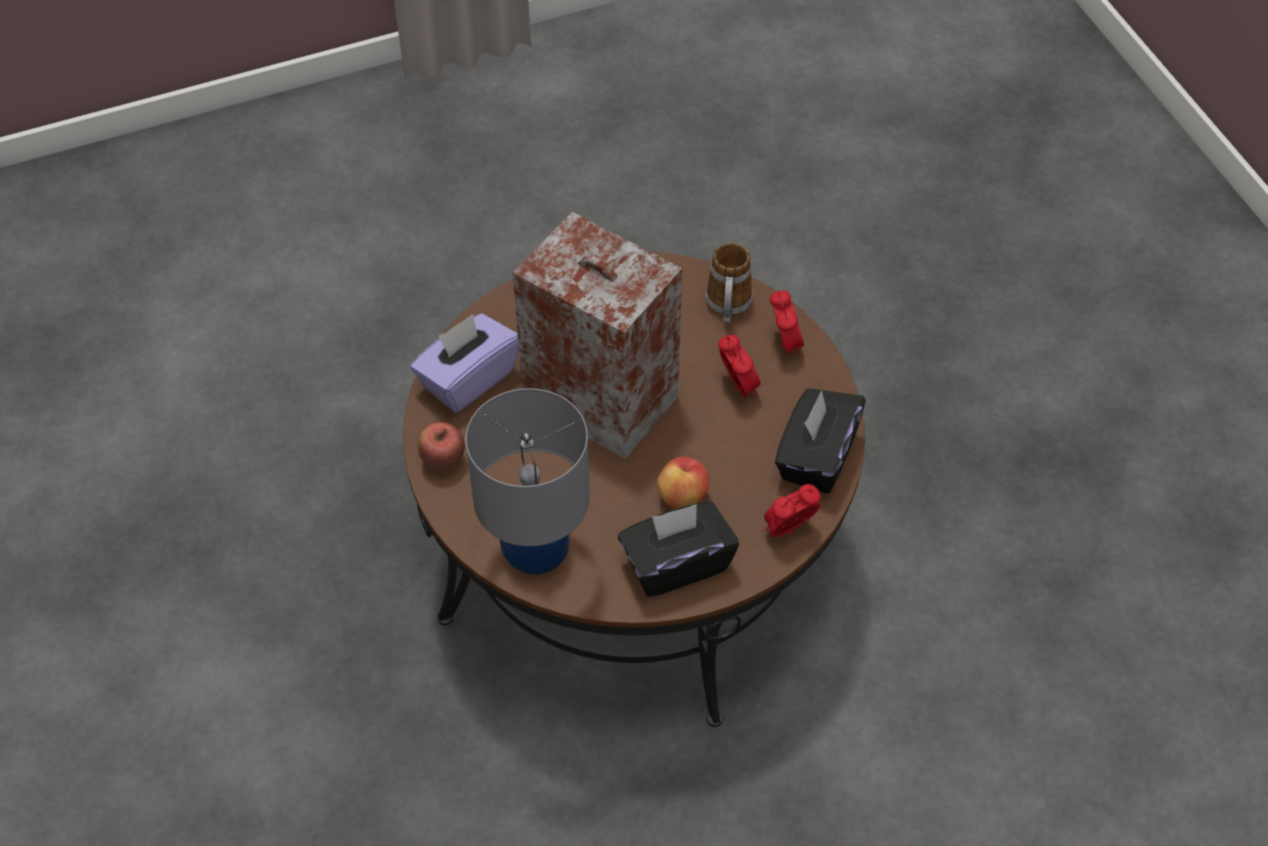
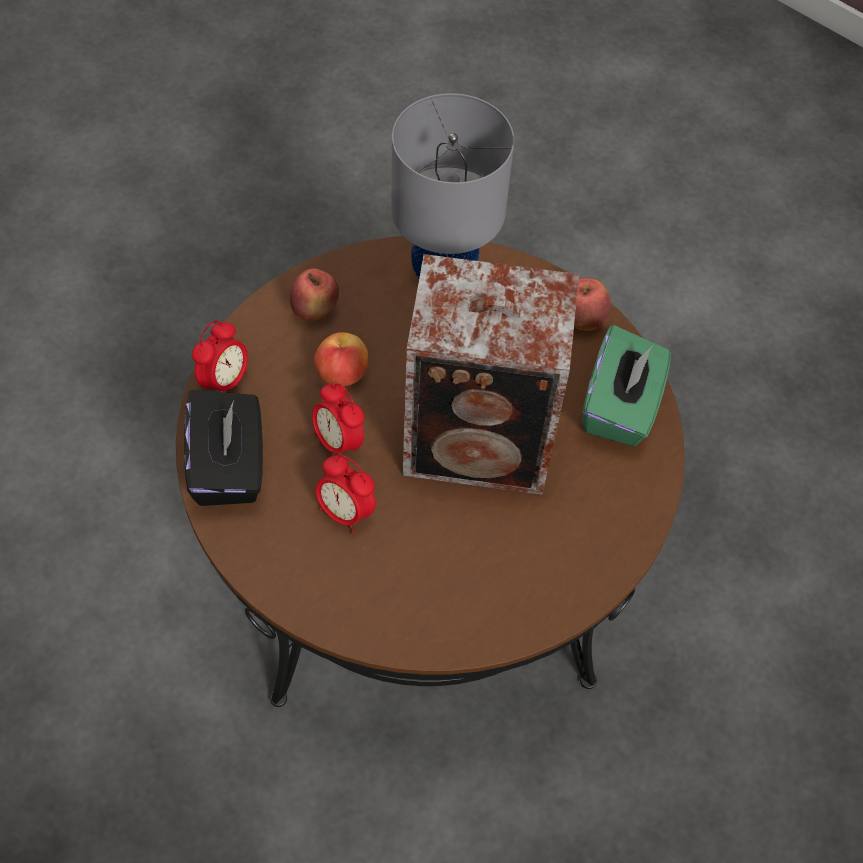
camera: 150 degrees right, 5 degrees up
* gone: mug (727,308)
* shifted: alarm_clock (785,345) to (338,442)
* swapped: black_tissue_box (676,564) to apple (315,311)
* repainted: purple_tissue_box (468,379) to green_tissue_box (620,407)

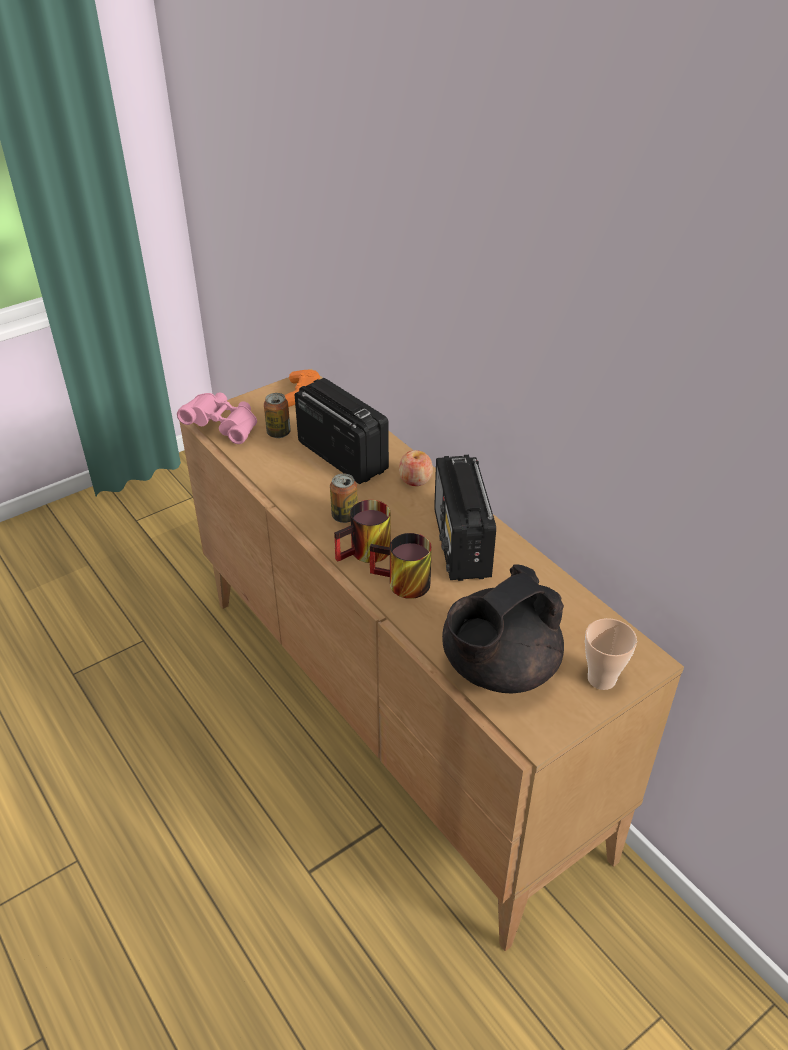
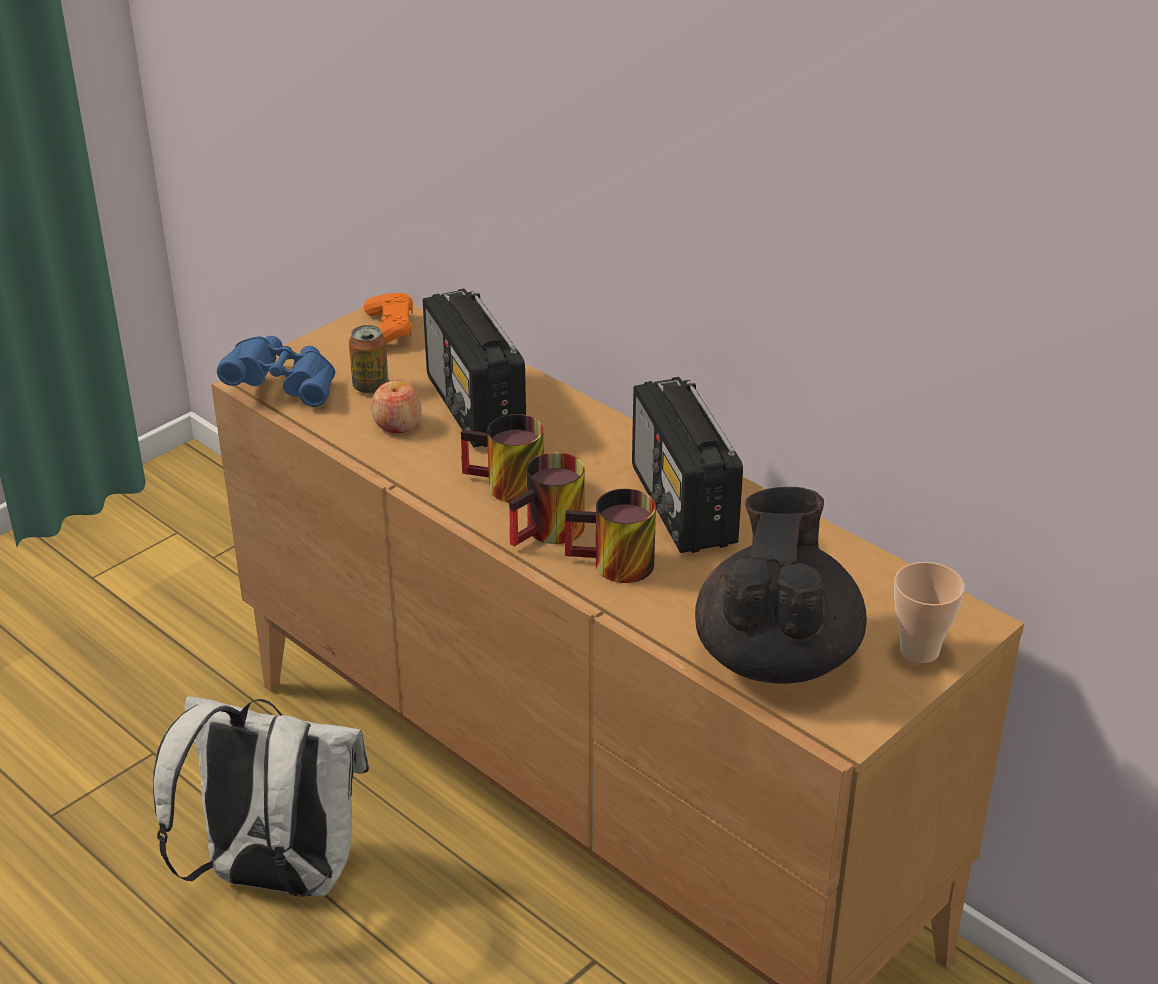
camera: 10 degrees left, 5 degrees down
* new: white_backpack (275,877)
* shifted: apple (415,479) to (397,424)
* swapped: can (344,516) to mug (504,487)
* repainted: pink_binoculars (223,427) to blue_binoculars (283,387)
* rotated: radio (342,455) = (475,408) 150 degrees counterclockwise
* rotated: black_teapot (497,668) = (776,654) 150 degrees clockwise

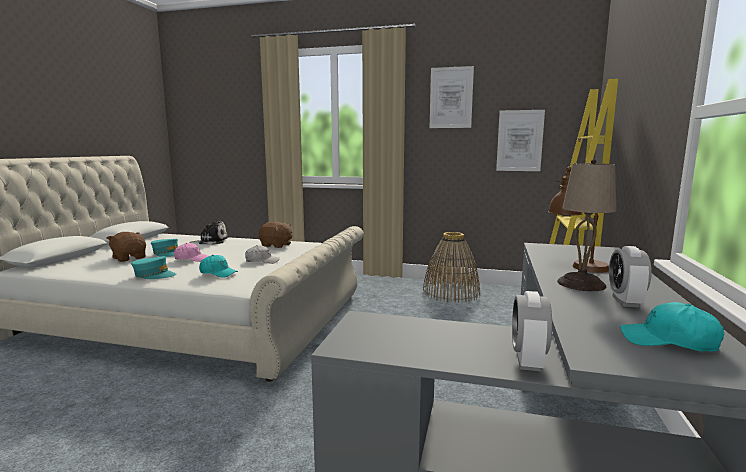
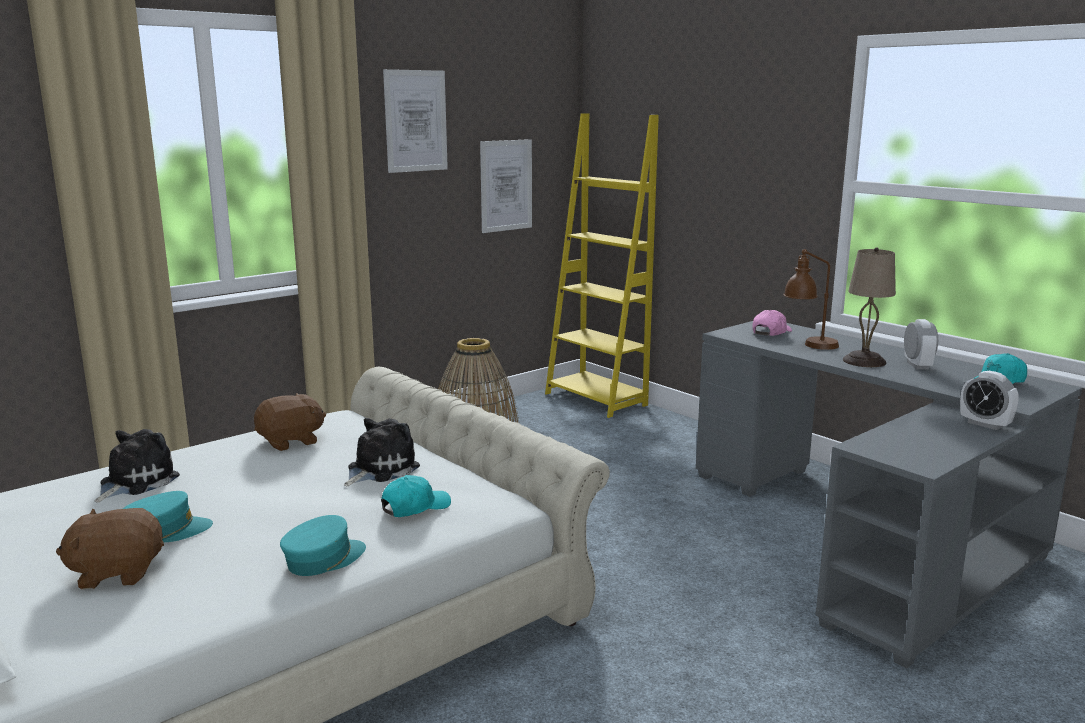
camera: 55 degrees left, 5 degrees up
* shifted: pink_cap (191,259) to (771,332)
* swapped: white_cap (262,261) to plush_toy (379,469)
* rotated: alarm_clock (625,301) = (917,365) 135 degrees counterclockwise

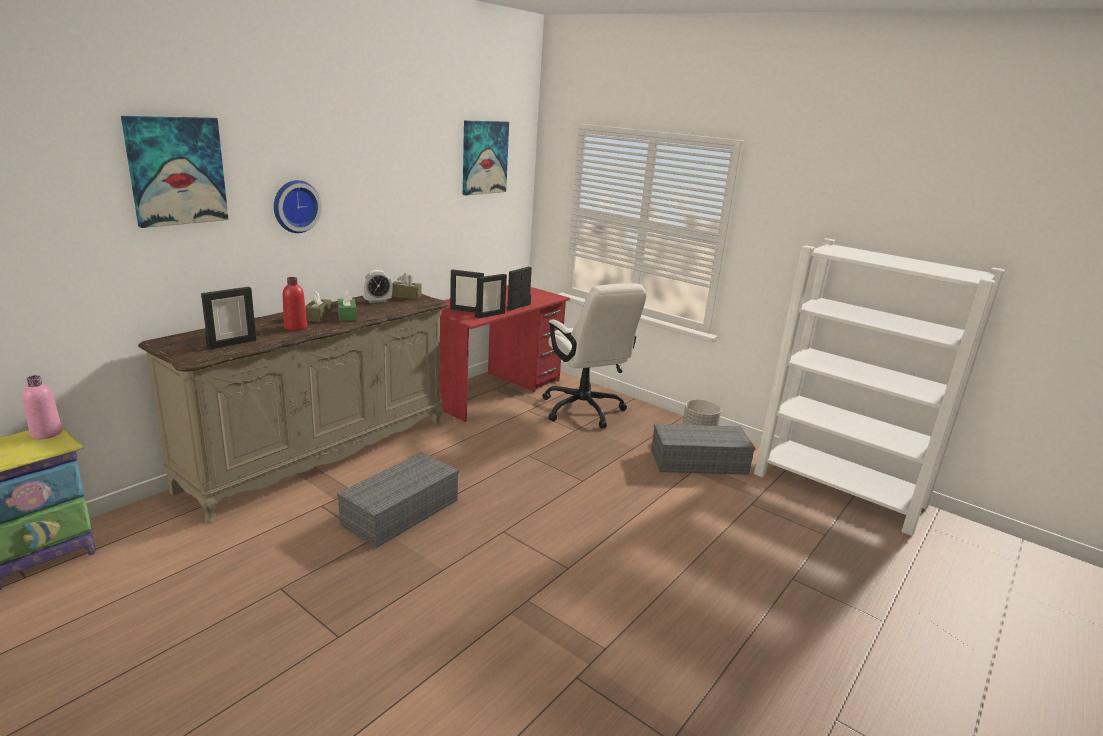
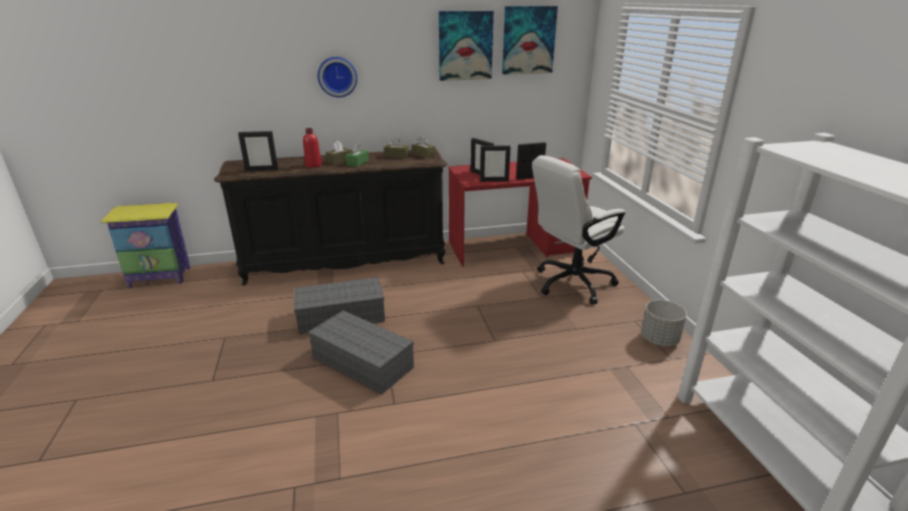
camera: 40 degrees right, 5 degrees up
* gone: pink_bottle (46,433)
* shifted: picture (176,171) to (465,46)
* shifted: grey_storage_box (699,461) to (364,362)
* swapped: alarm_clock (377,301) to brown_tissue_box (396,156)
* repainted: beige_cabinet (323,455) to black_cabinet (346,263)
* rotated: white_office_chair (584,411) = (570,284) 45 degrees clockwise

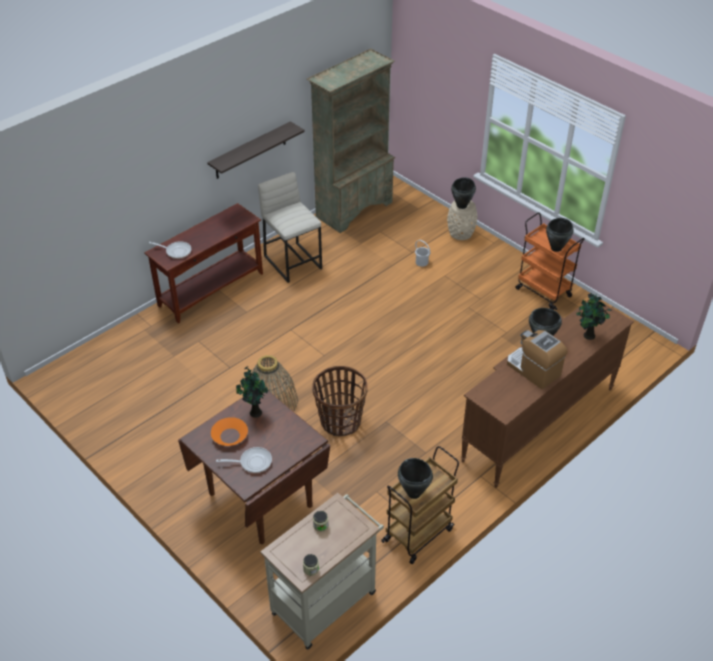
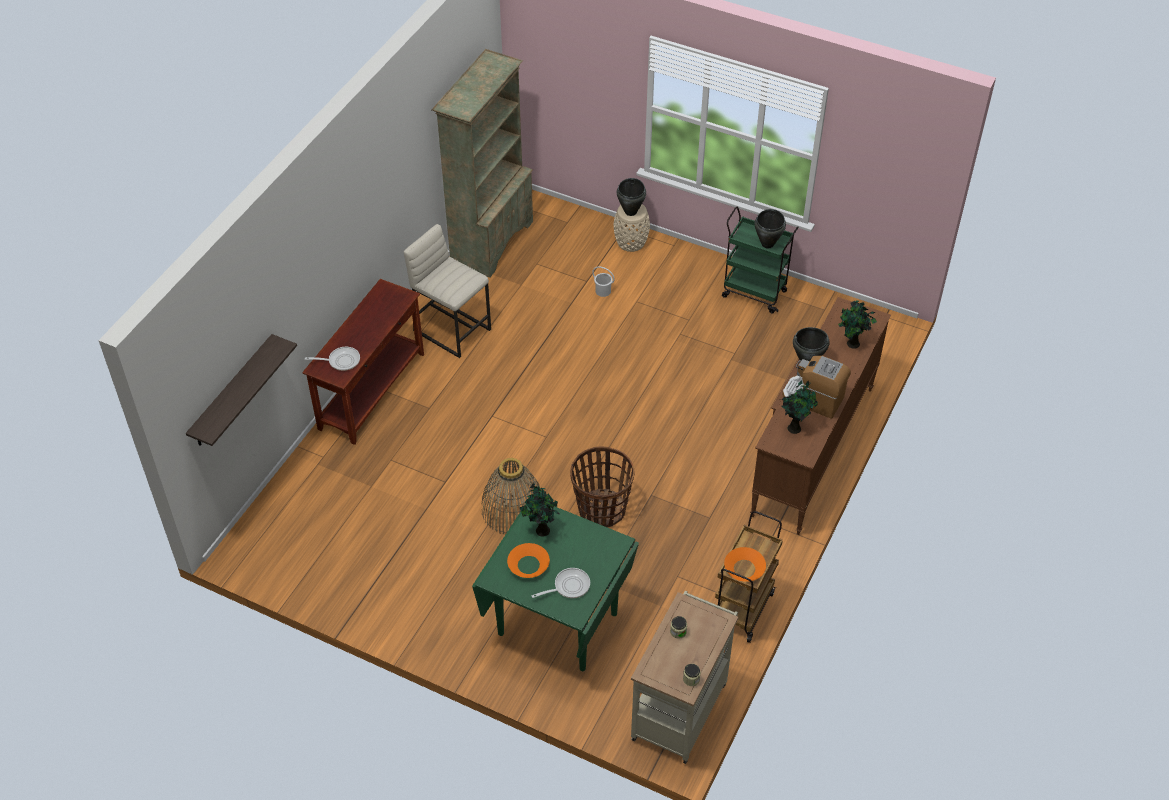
camera: 20 degrees left, 5 degrees up
* new: potted_plant (794,427)
* shifted: shelf (250,151) to (232,392)
* swapped: black_cooking_pot (414,493) to orange_bowl (744,568)
* repainted: brown_dining_table (259,500) to green_dining_table (557,624)
* repainted: orange_cart (543,292) to green_cart (754,294)

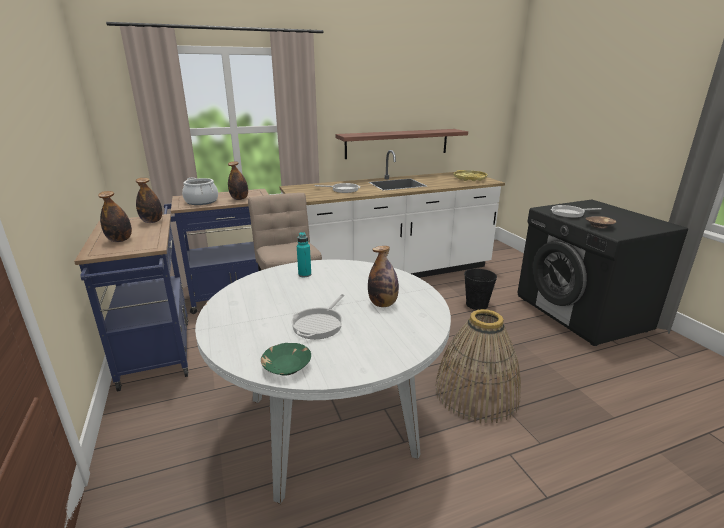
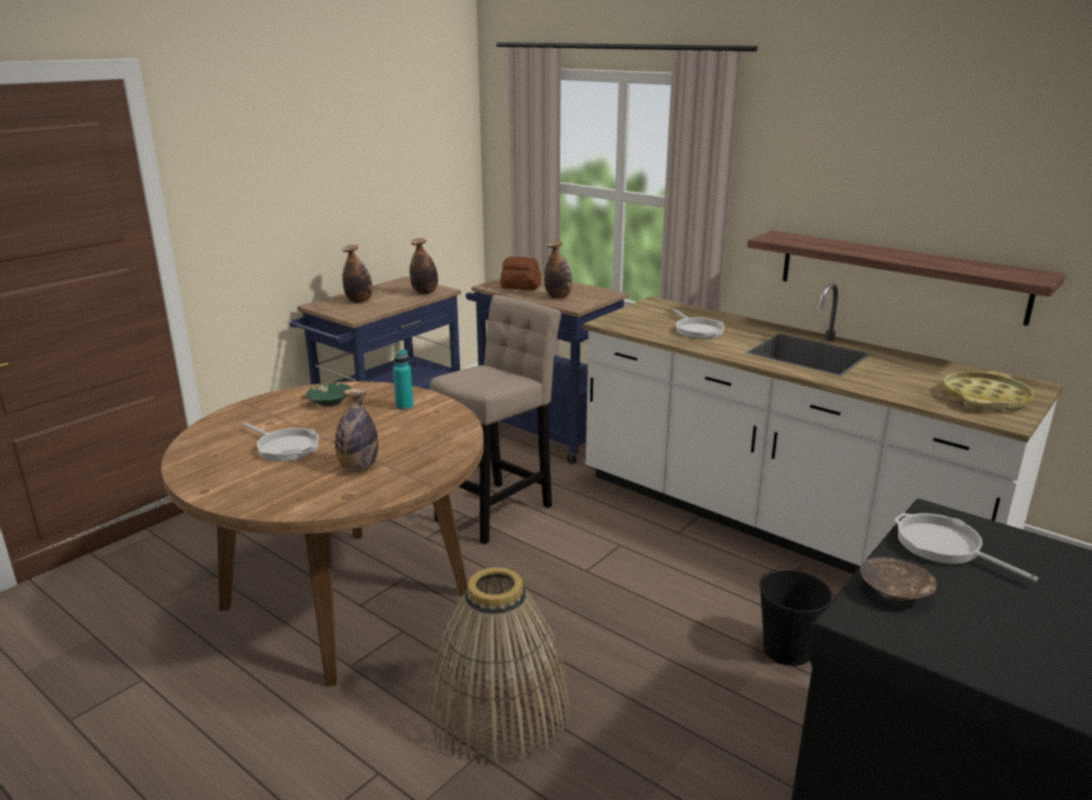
camera: 60 degrees right, 0 degrees up
* shifted: green_bowl (286,366) to (330,401)
* swapped: cooking_pot (201,201) to bread (521,287)
* repainted: white_dining_table (330,425) to brown_dining_table (346,600)
* rotated: frying_pan (319,324) = (285,447) 135 degrees counterclockwise

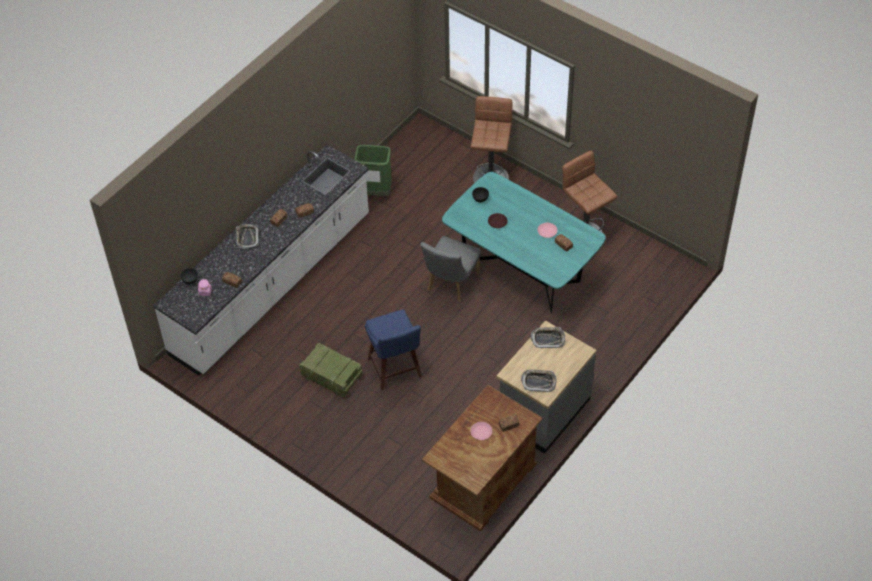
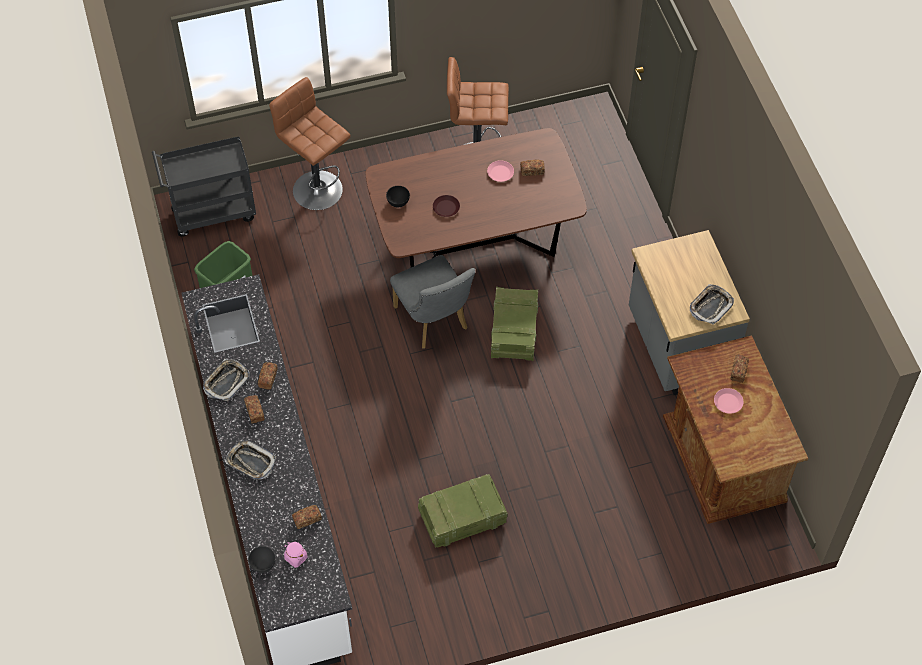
camera: 55 degrees left, 5 degrees up
* gone: blue_stool (395,370)
* new: grey_cart (211,216)
* new: crate (514,331)
* shifted: tray (548,339) to (226,382)
* repainted: turquoise_dining_table (522,271) to brown_dining_table (475,246)

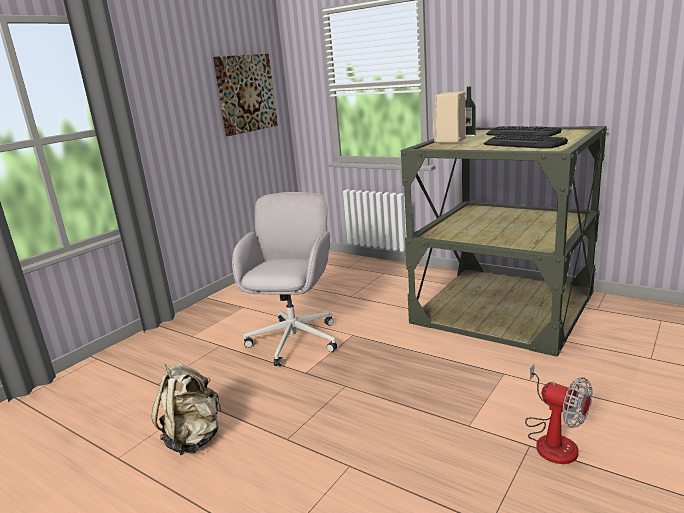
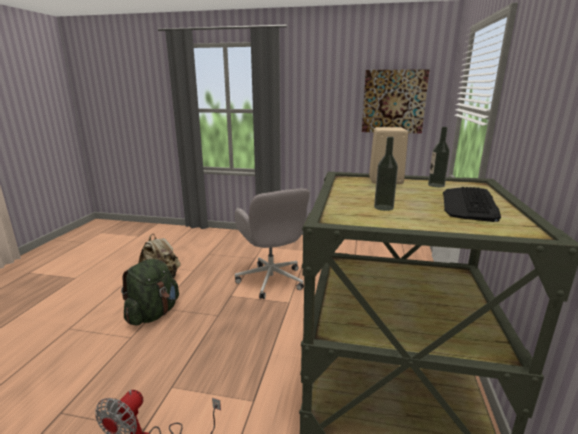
camera: 65 degrees right, 0 degrees up
* new: green_backpack (153,314)
* swapped: keyboard (524,144) to bottle (383,207)
* rotated: grey_office_chair (295,340) = (271,281) 75 degrees clockwise

